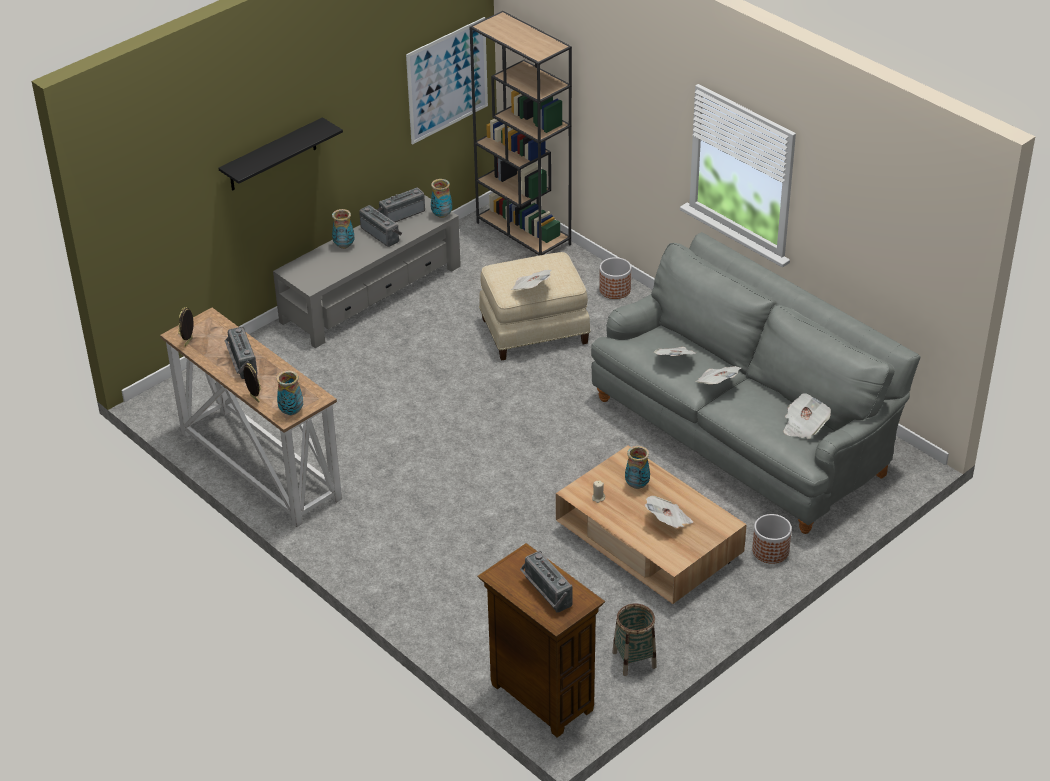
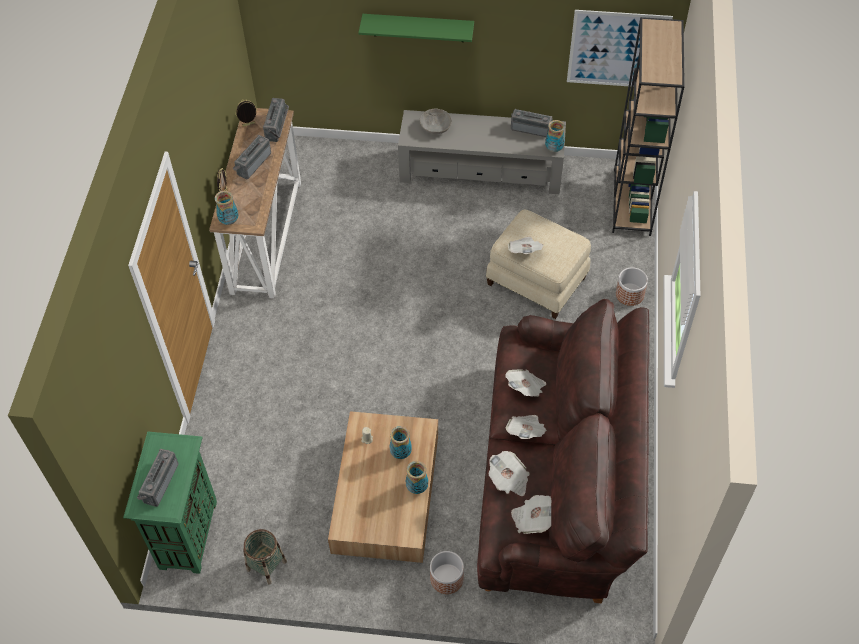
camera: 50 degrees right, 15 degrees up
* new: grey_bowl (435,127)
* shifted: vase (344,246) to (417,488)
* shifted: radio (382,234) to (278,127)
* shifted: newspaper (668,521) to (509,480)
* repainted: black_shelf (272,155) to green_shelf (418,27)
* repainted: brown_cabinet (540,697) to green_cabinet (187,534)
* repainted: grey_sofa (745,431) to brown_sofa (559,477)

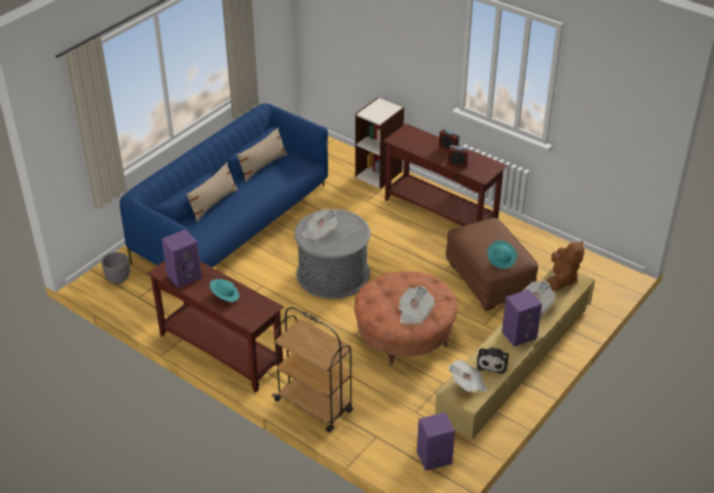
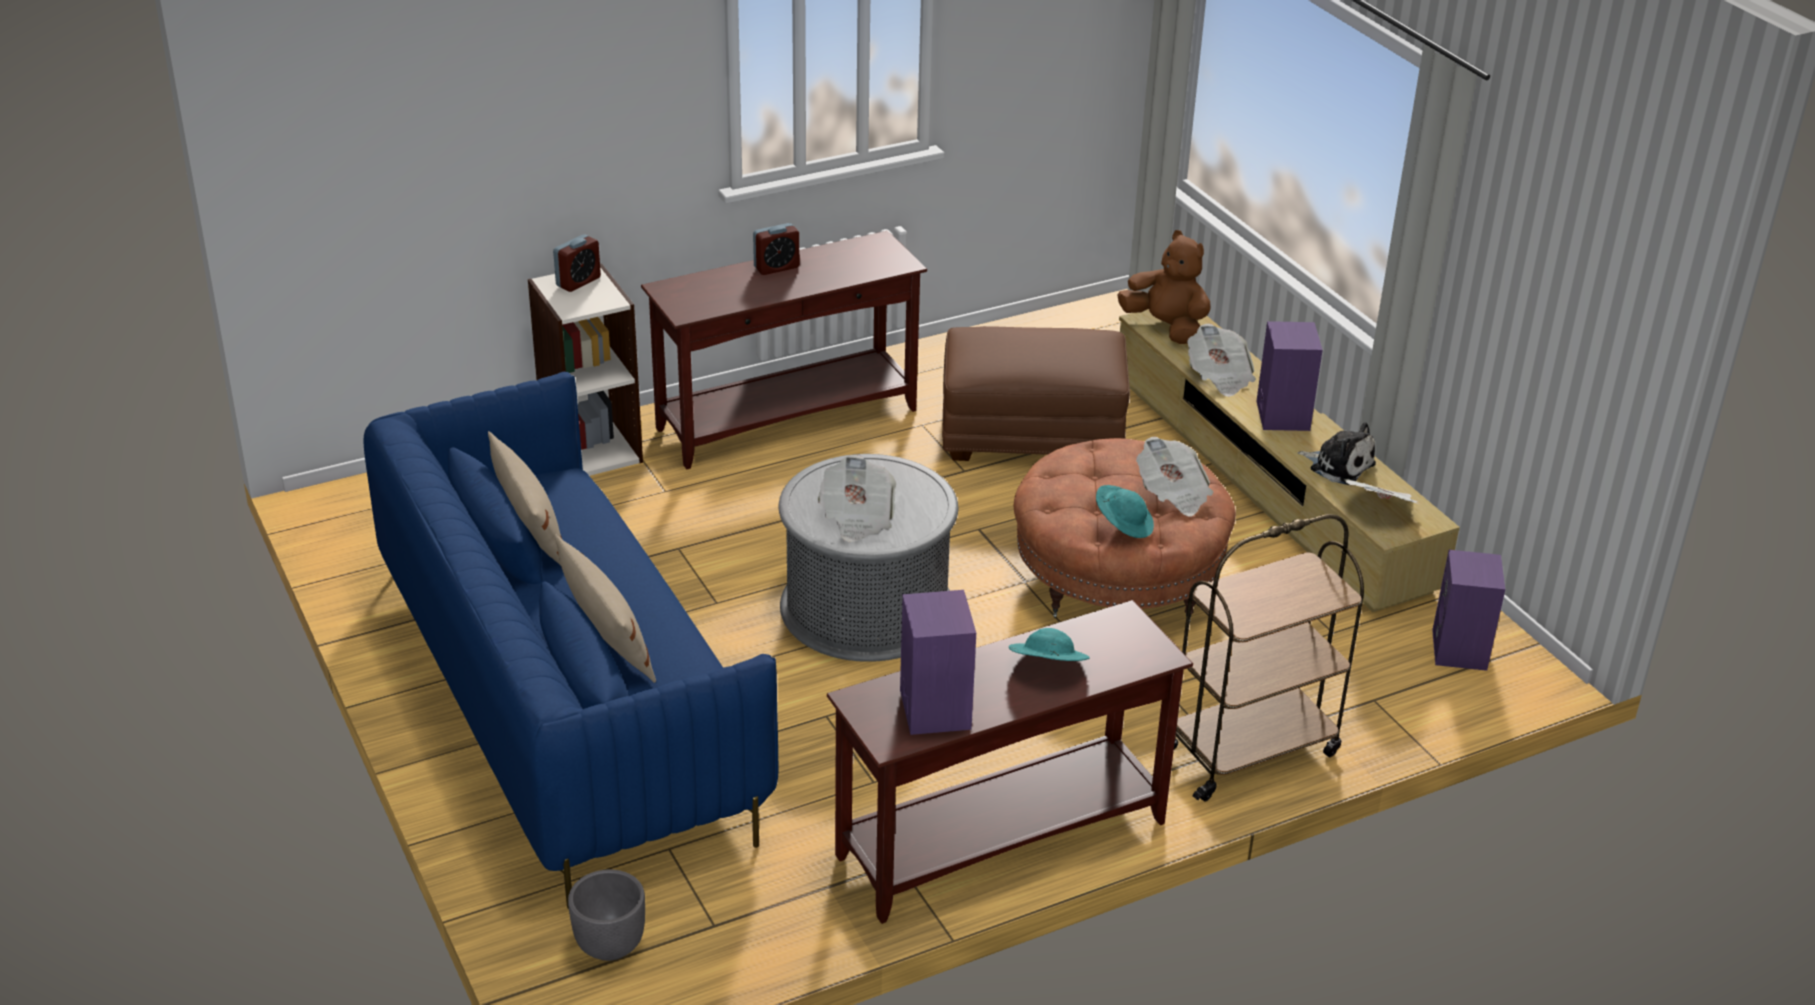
camera: 65 degrees left, 5 degrees down
* shifted: alarm_clock (457,164) to (578,282)
* shifted: turquoise_hat (501,260) to (1123,524)

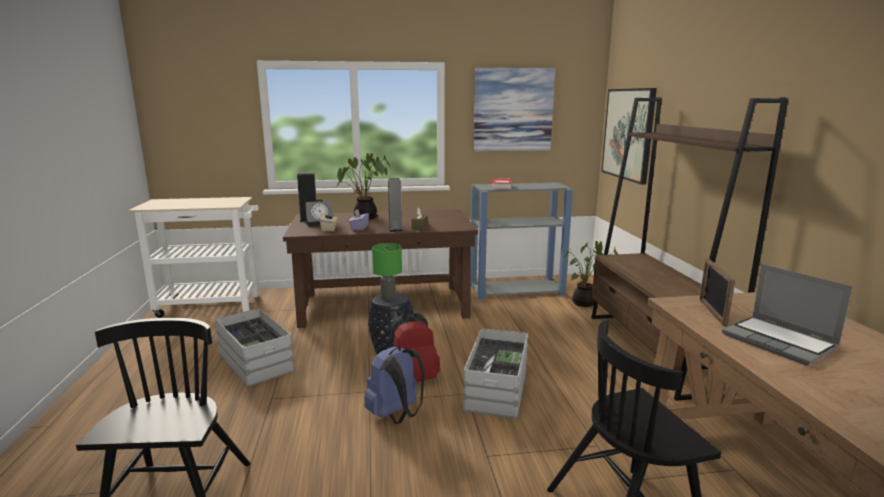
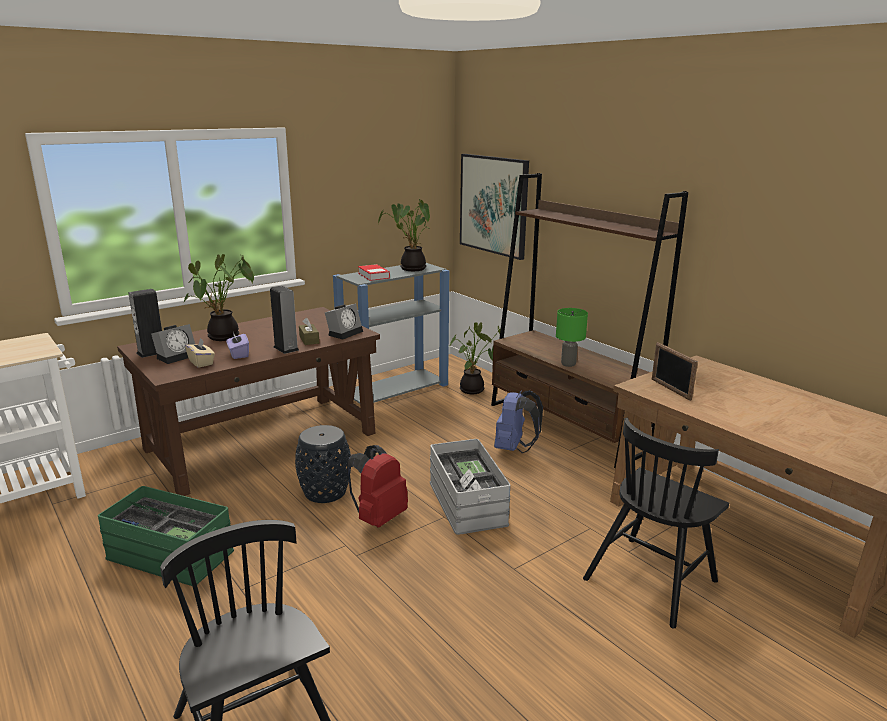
camera: 30 degrees left, 5 degrees up
* gone: picture (513,110)
* gone: laptop (780,342)
* new: alarm_clock (345,333)
* new: potted_plant (410,269)
* shifted: blue_backpack (396,415) to (514,448)
* shifted: green_table_lamp (387,298) to (568,364)
* repainted: grey_storage_box (254,361) to green_storage_box (169,554)

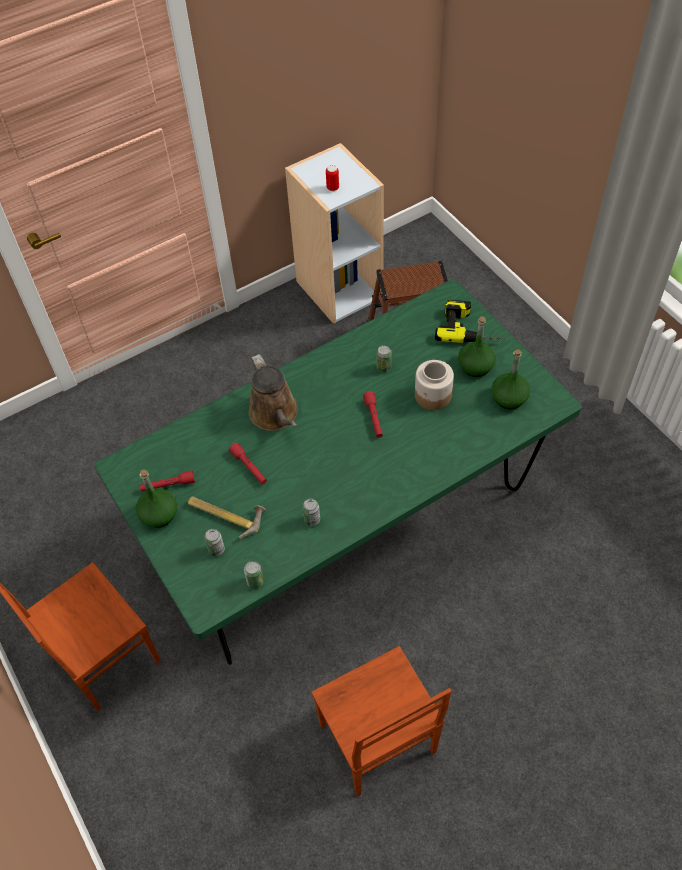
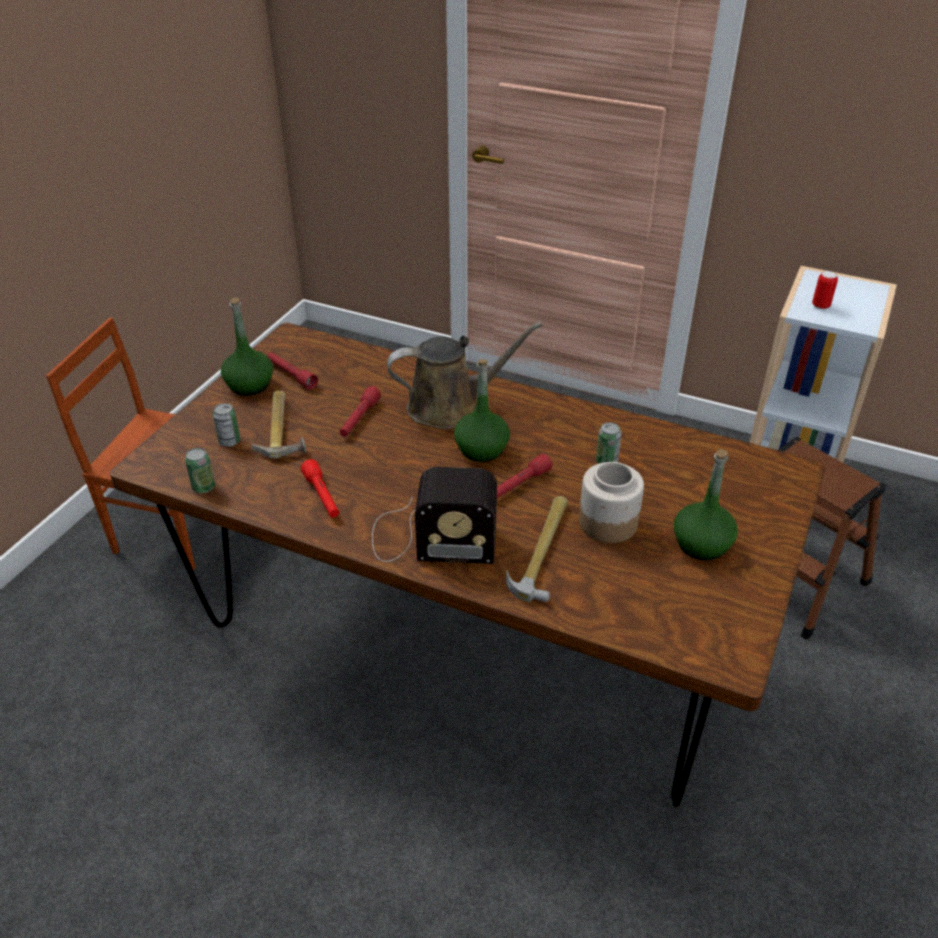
camera: 55 degrees right, 15 degrees down
* gone: brown_chair (377,741)
* gone: power_drill (470,327)
* new: radio (429,538)
* new: hammer (543,550)
* shifted: green_bottle (509,398) to (481,449)
* swapped: can (312,520) to red_flashlight (322,496)
* repainted: green_dining_table (346,525) to brown_dining_table (471,643)
* rotated: brown_watering_can (275,415) = (450,407) 135 degrees counterclockwise

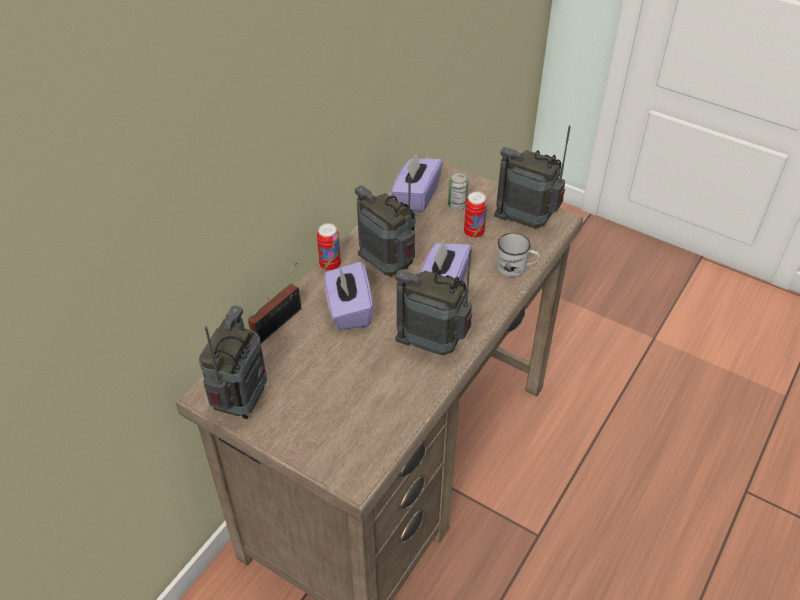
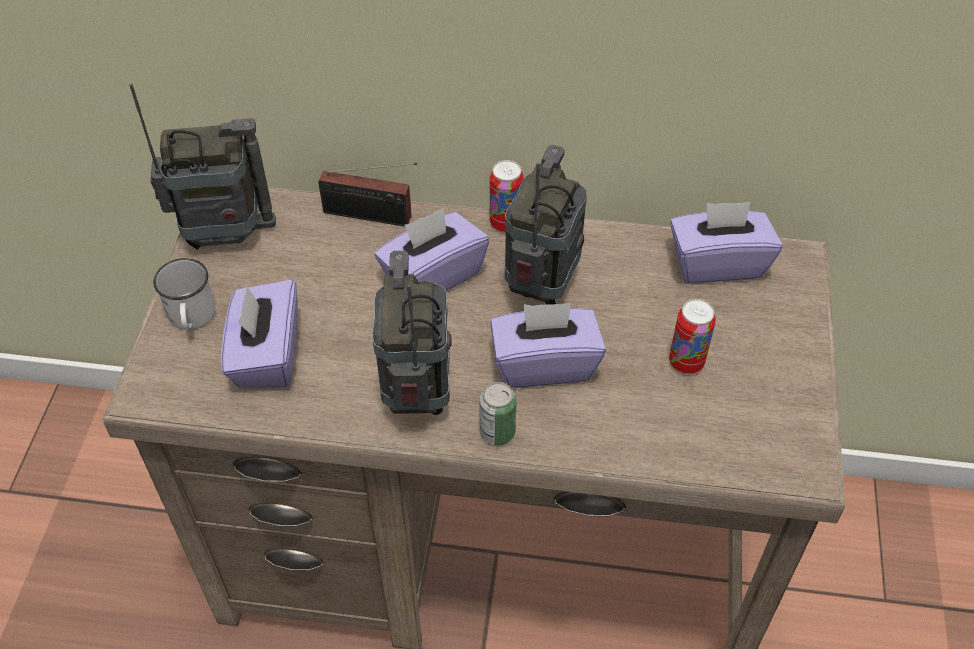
camera: 65 degrees right, 5 degrees up
* gone: radio (527,221)
* new: purple_tissue_box (266,355)
* shifted: can (457,205) to (497,432)
* shifted: white_mug (516,268) to (191,318)

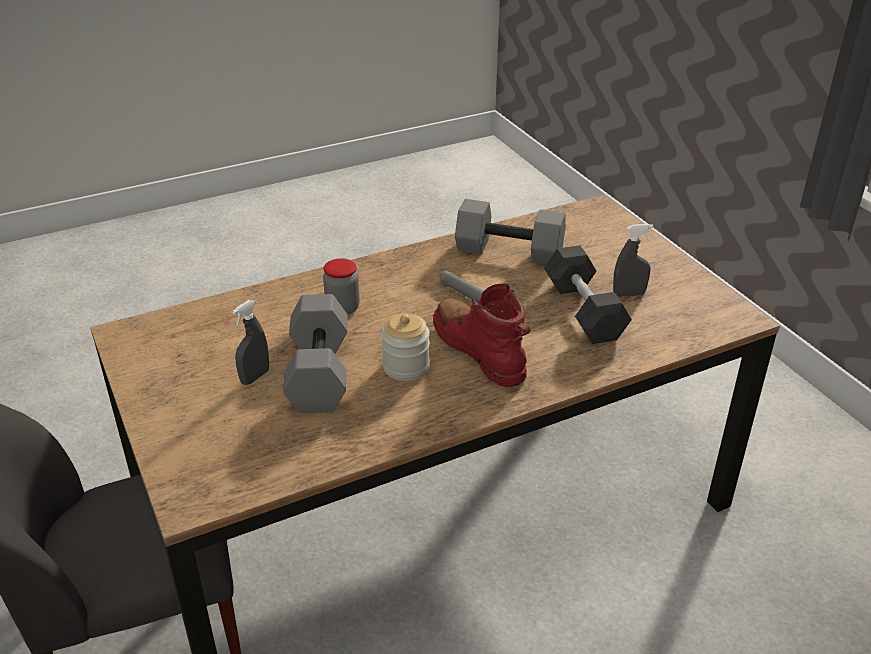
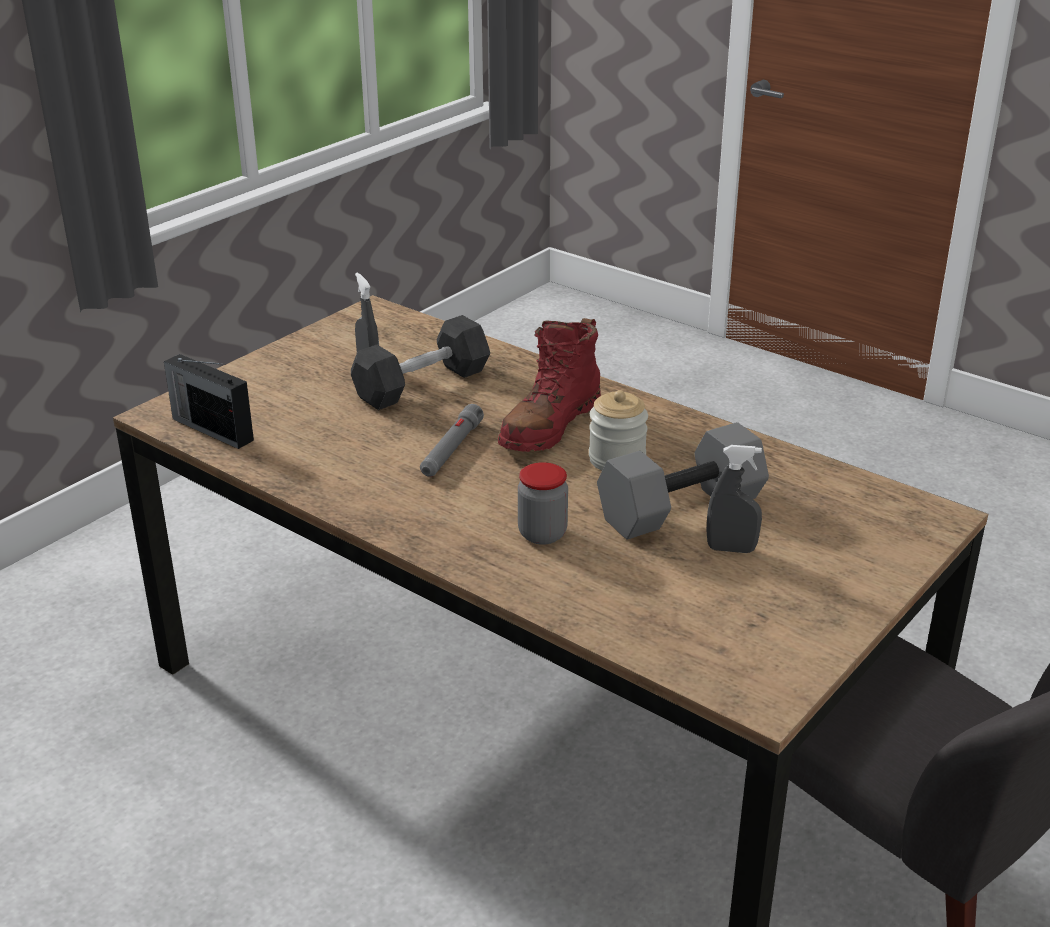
camera: 115 degrees left, 5 degrees down
* gone: grey_dumbbell (508,252)
* new: radio (211,429)

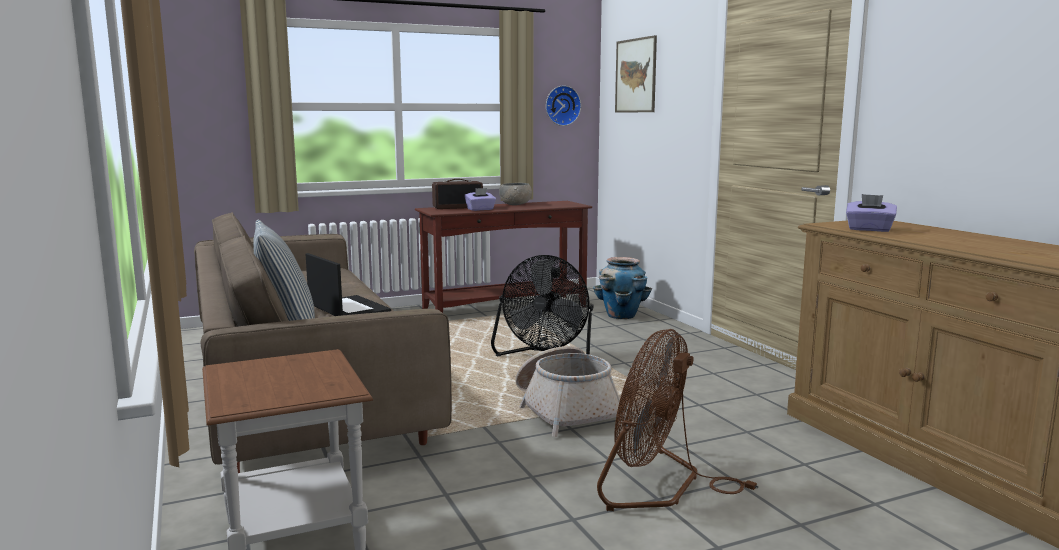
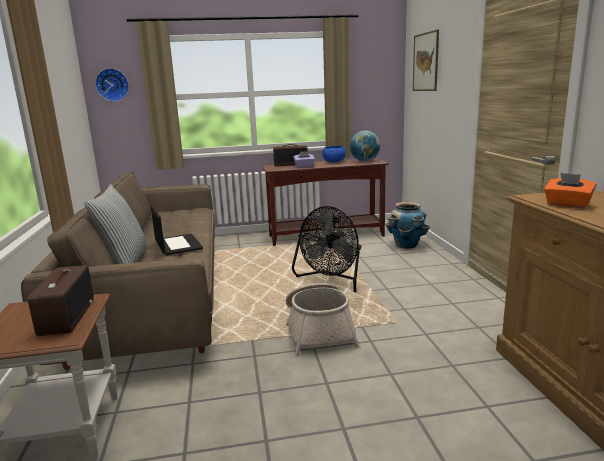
camera: 15 degrees right, 5 degrees up
* gone: brown_fan (666,483)
* new: radio (66,316)
* new: globe (365,161)
* shifted: wall_clock (562,105) to (112,85)
* repainted: grey_bowl (516,204) to blue_bowl (334,161)
* repainted: purple_tissue_box (869,229) to orange_tissue_box (567,204)

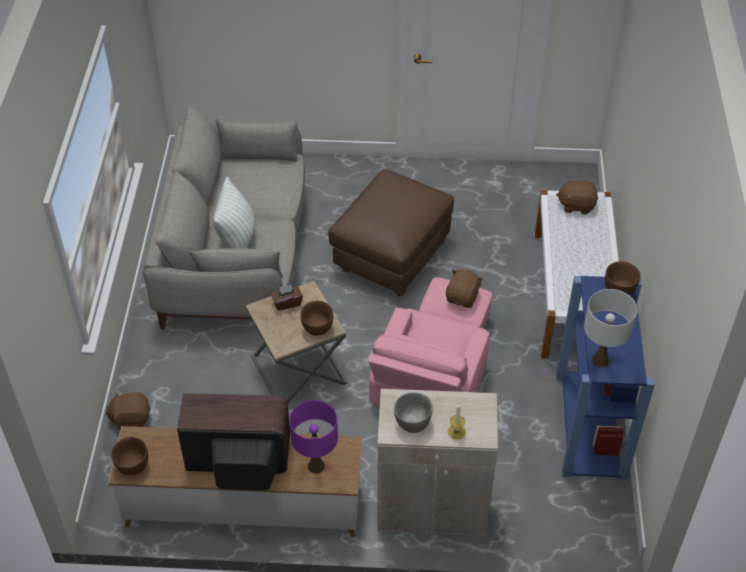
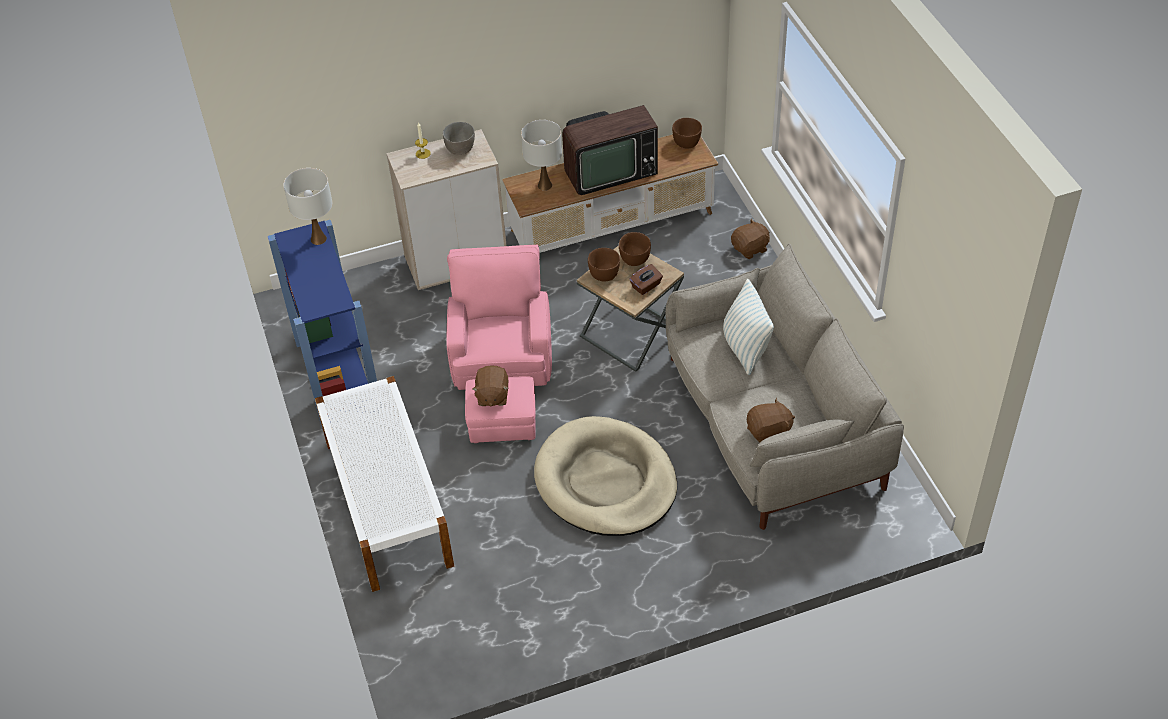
camera: 160 degrees right, 0 degrees up
* shifted: brown_plush_toy (576,205) to (769,432)
* shifted: brown_bowl (619,289) to (634,259)
* swapped: brown_ottoman (392,254) to beige_dog_bed (606,481)
* repainted: purple_table_lamp (316,466) to white_table_lamp (544,185)

